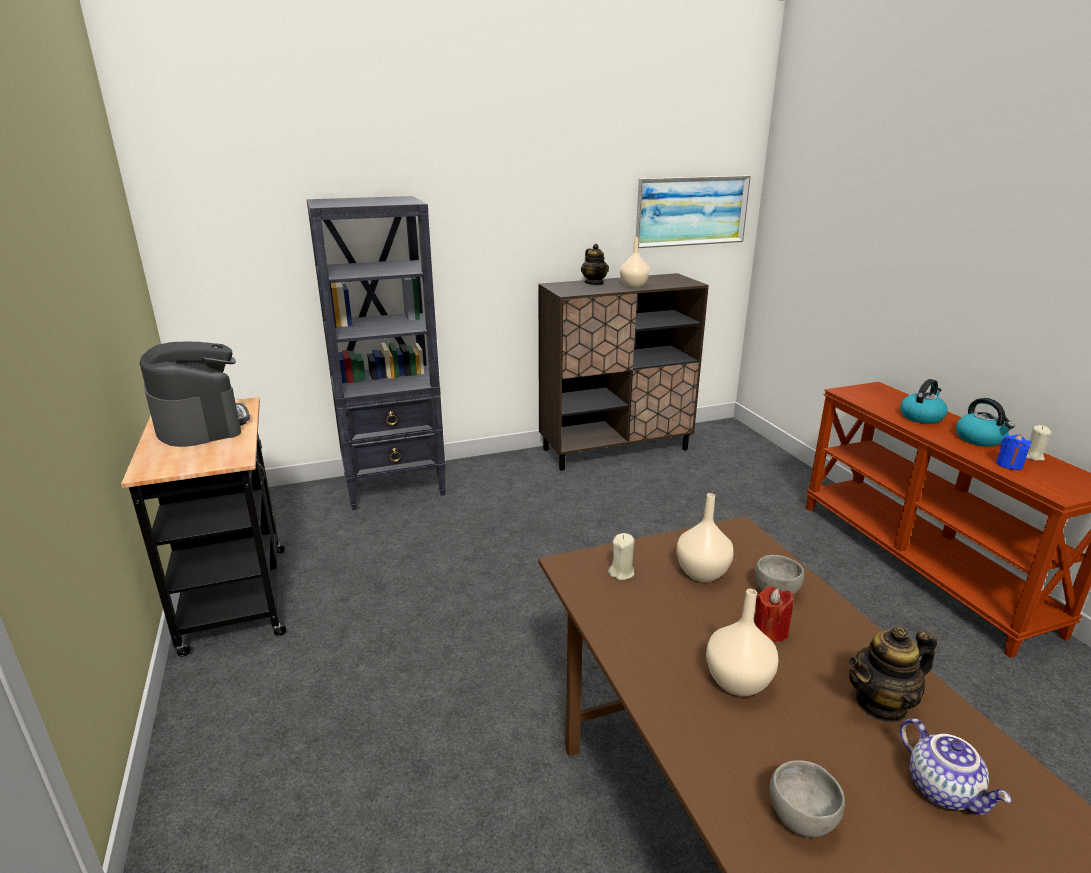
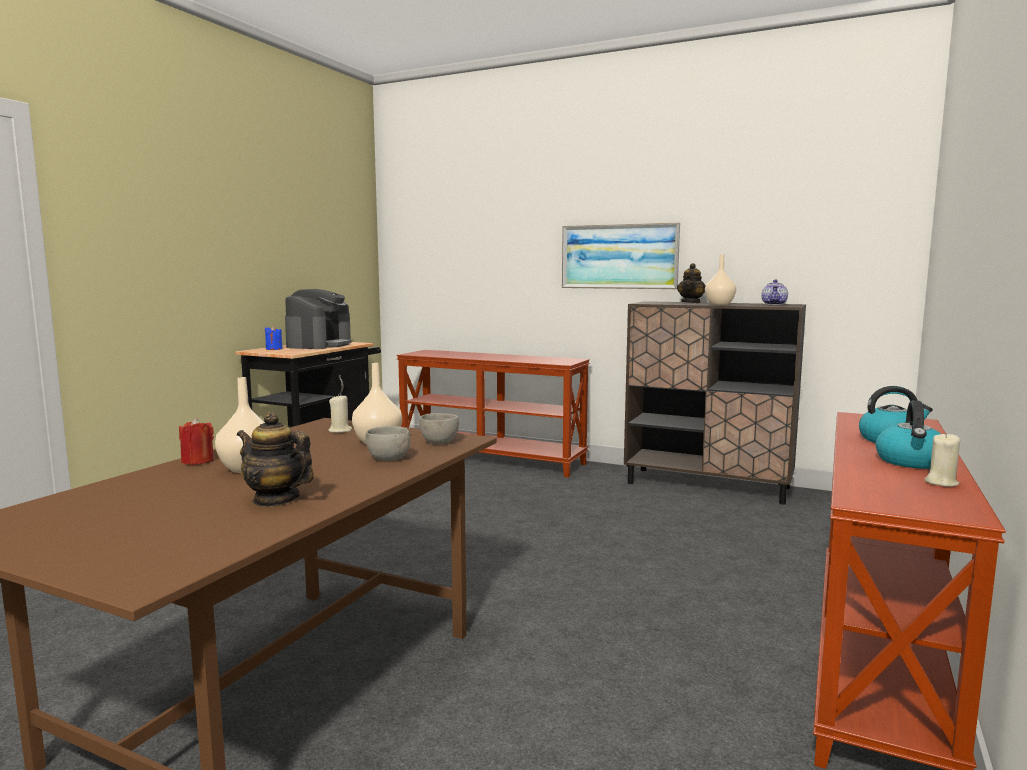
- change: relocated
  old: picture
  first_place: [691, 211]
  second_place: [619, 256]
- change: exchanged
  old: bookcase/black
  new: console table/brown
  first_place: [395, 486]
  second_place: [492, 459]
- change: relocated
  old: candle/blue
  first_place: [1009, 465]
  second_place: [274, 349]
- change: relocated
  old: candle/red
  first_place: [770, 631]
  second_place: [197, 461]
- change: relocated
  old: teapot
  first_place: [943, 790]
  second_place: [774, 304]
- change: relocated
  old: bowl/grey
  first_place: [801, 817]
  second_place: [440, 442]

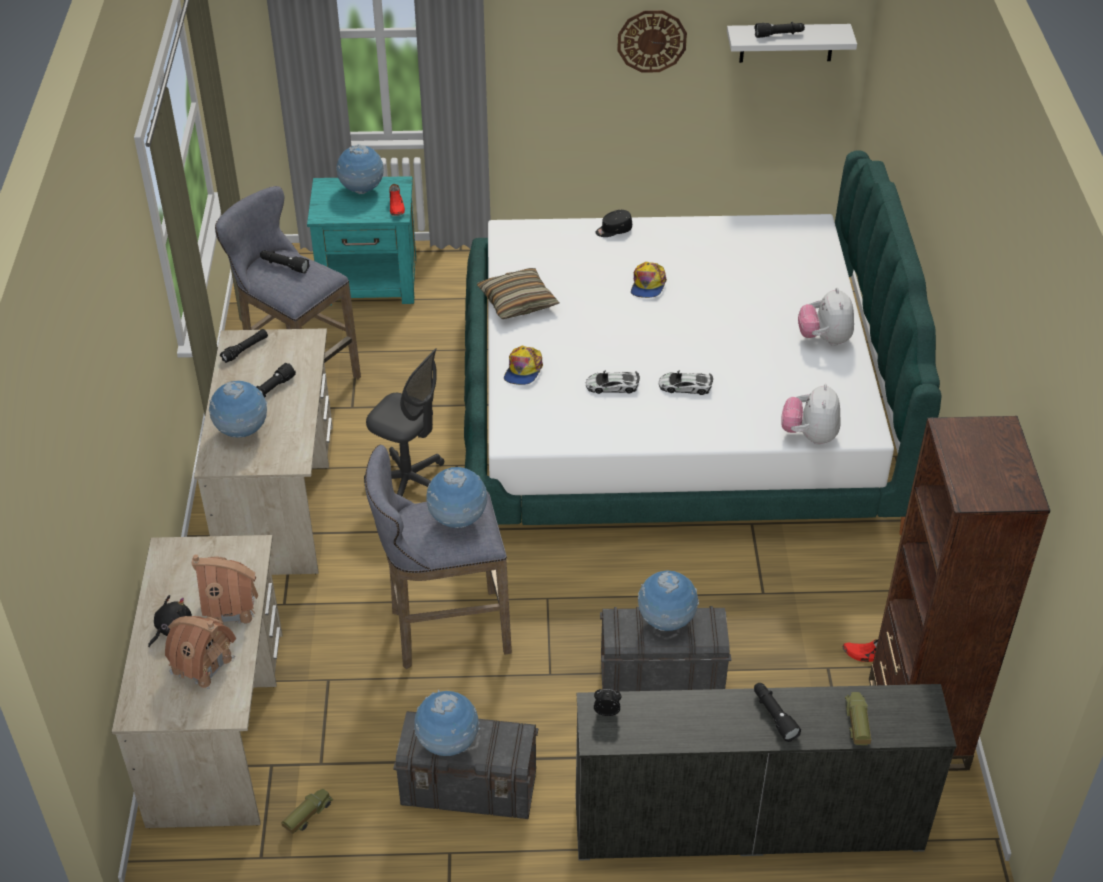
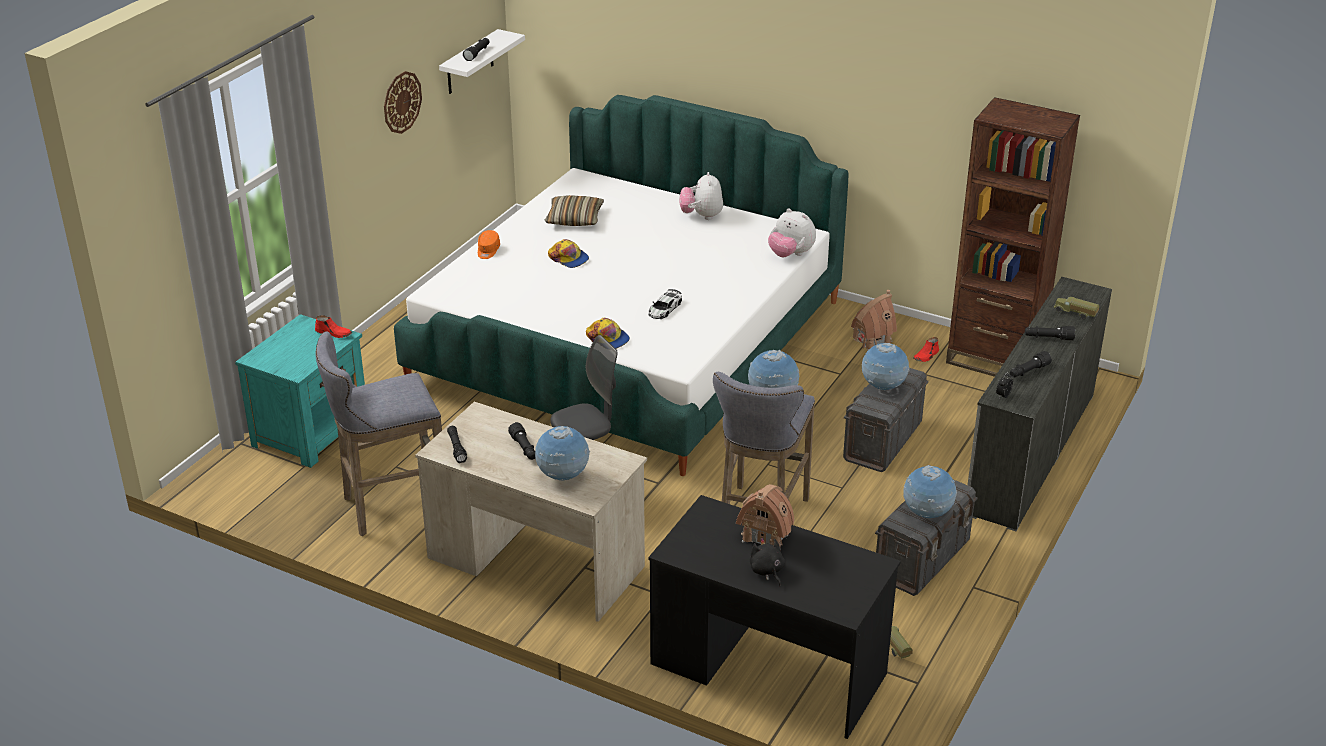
- change: missing
  old: globe
  first_place: [362, 190]
- change: colour
  old: cap/black
  new: cap/orange
  first_place: [613, 230]
  second_place: [488, 251]
- change: relocated
  old: flashlight/black
  first_place: [284, 266]
  second_place: [1028, 371]
- change: relocated
  old: pillow
  first_place: [517, 302]
  second_place: [574, 218]
- change: spun
  old: plush toy
  first_place: [824, 339]
  second_place: [701, 216]
  degrees: 60
- change: missing
  old: toy car
  first_place: [685, 386]
- change: colour
  old: desk/beige
  new: desk/black
  first_place: [218, 726]
  second_place: [768, 669]
- change: relocated
  old: toy house
  first_place: [202, 665]
  second_place: [871, 339]

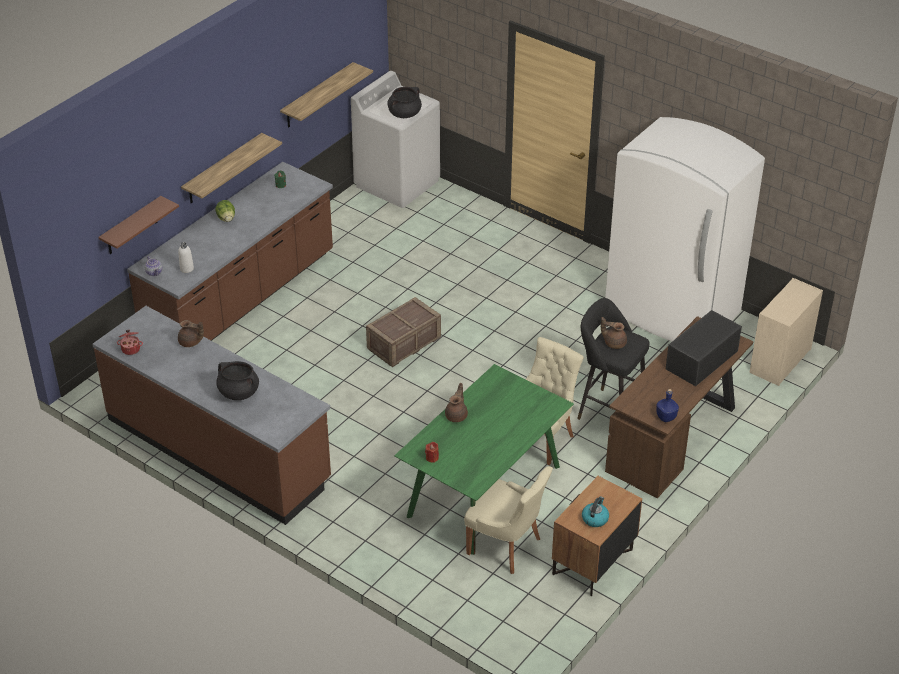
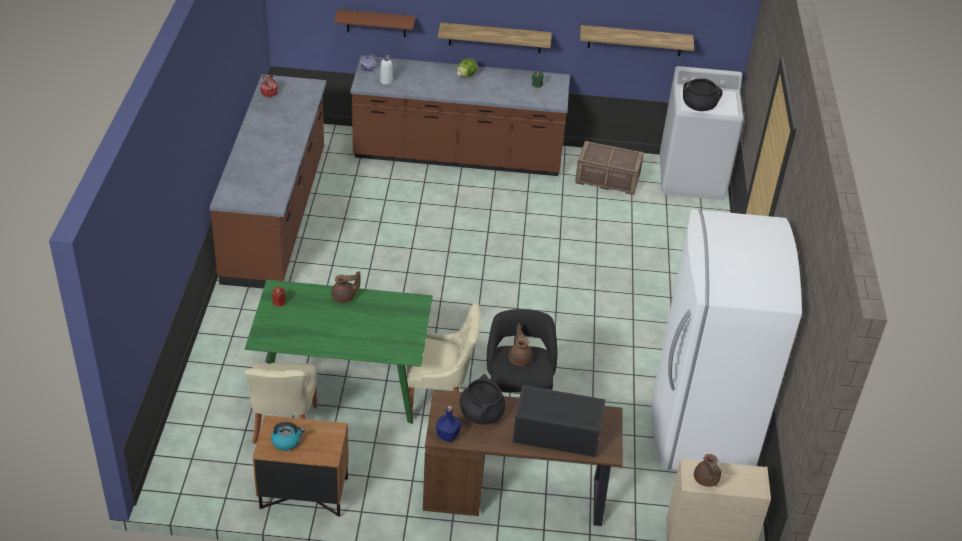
- change: relocated
  old: crate
  first_place: [404, 343]
  second_place: [608, 179]
- change: relocated
  old: teapot/brown
  first_place: [190, 343]
  second_place: [706, 480]
- change: relocated
  old: cooking pot/black
  first_place: [238, 392]
  second_place: [481, 414]

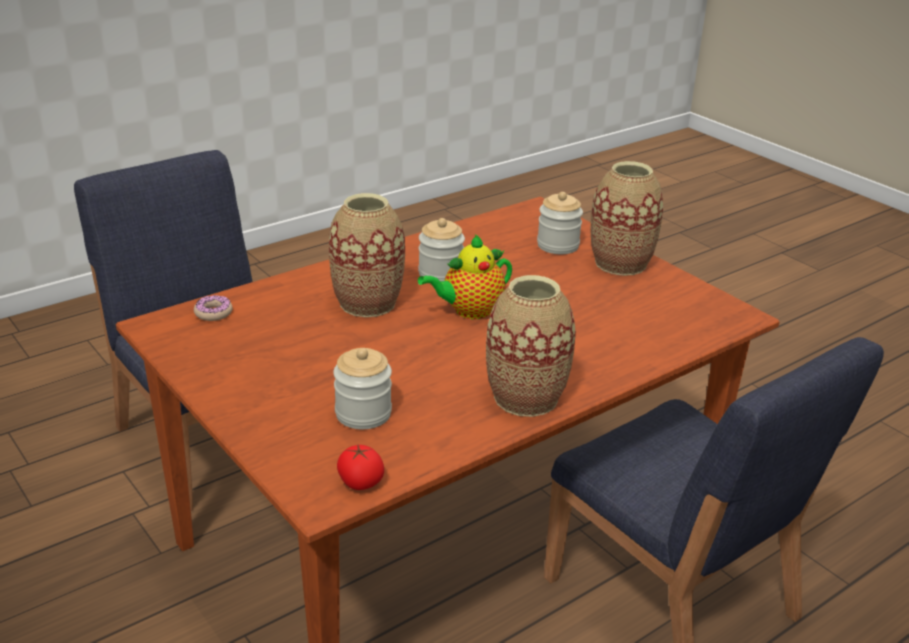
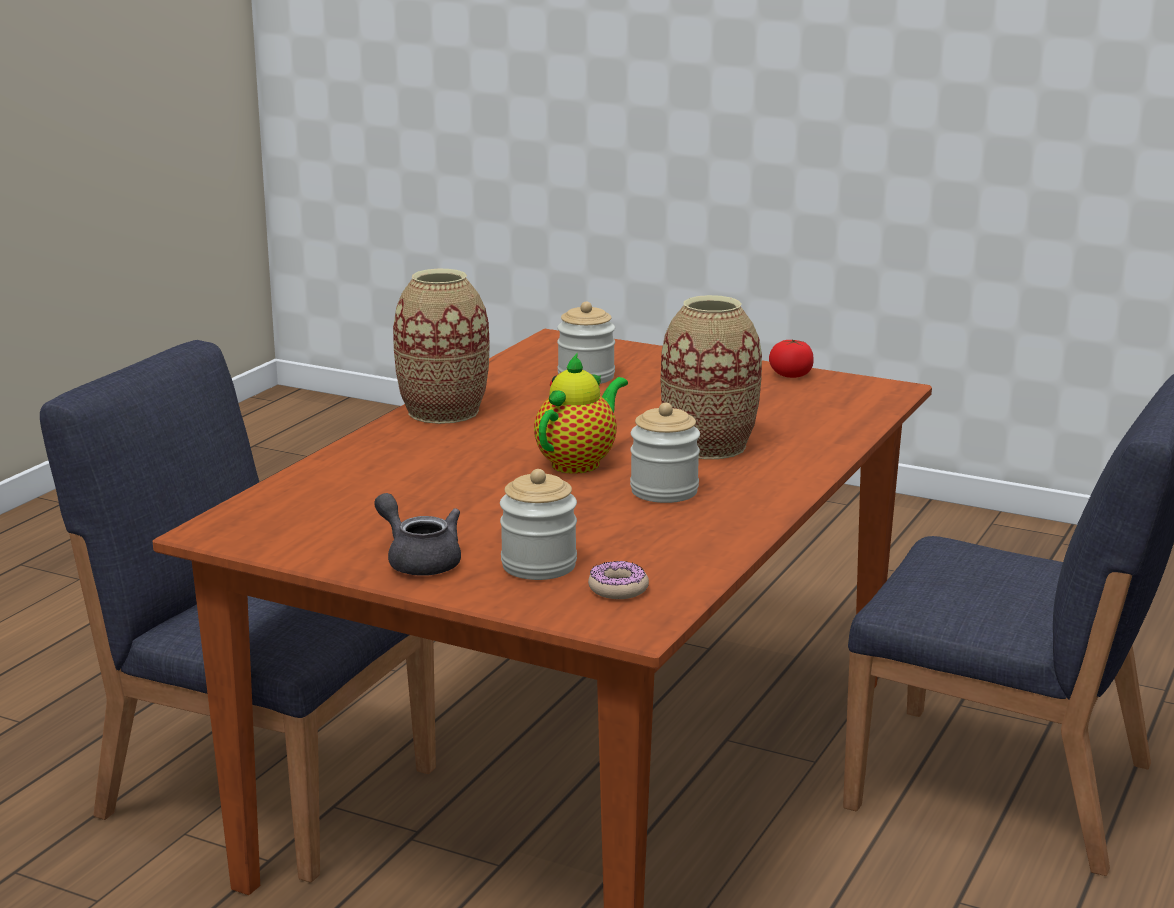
- change: exchanged
  old: vase
  new: teapot/grey
  first_place: [620, 263]
  second_place: [419, 561]
- change: relocated
  old: donut
  first_place: [213, 313]
  second_place: [618, 589]
- change: relocated
  old: tomato
  first_place: [360, 482]
  second_place: [791, 375]

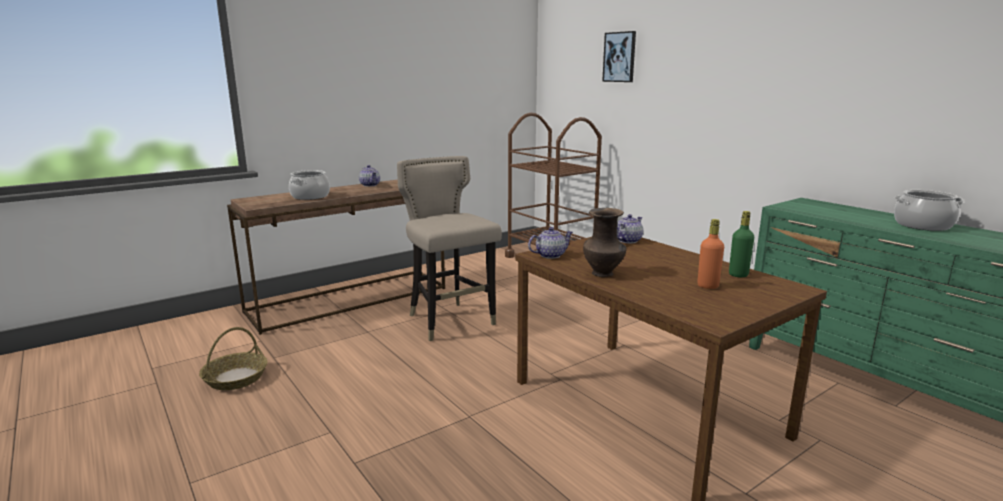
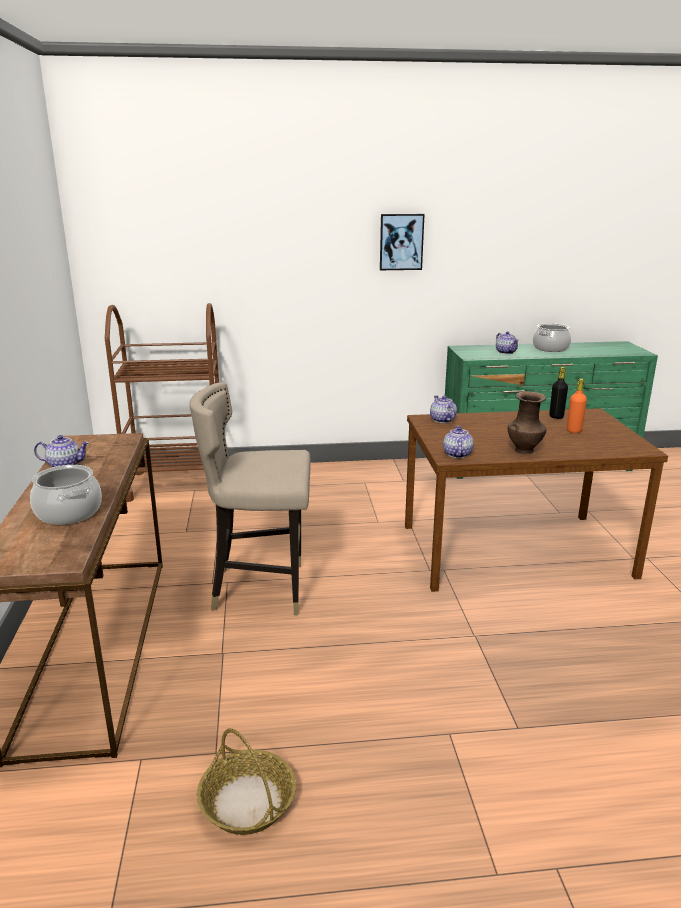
- change: relocated
  old: picture
  first_place: [619, 57]
  second_place: [401, 242]
- change: colour
  old: bottle/green
  new: bottle/black
  first_place: [738, 275]
  second_place: [556, 416]
- change: appeared
  new: teapot
  second_place: [506, 352]

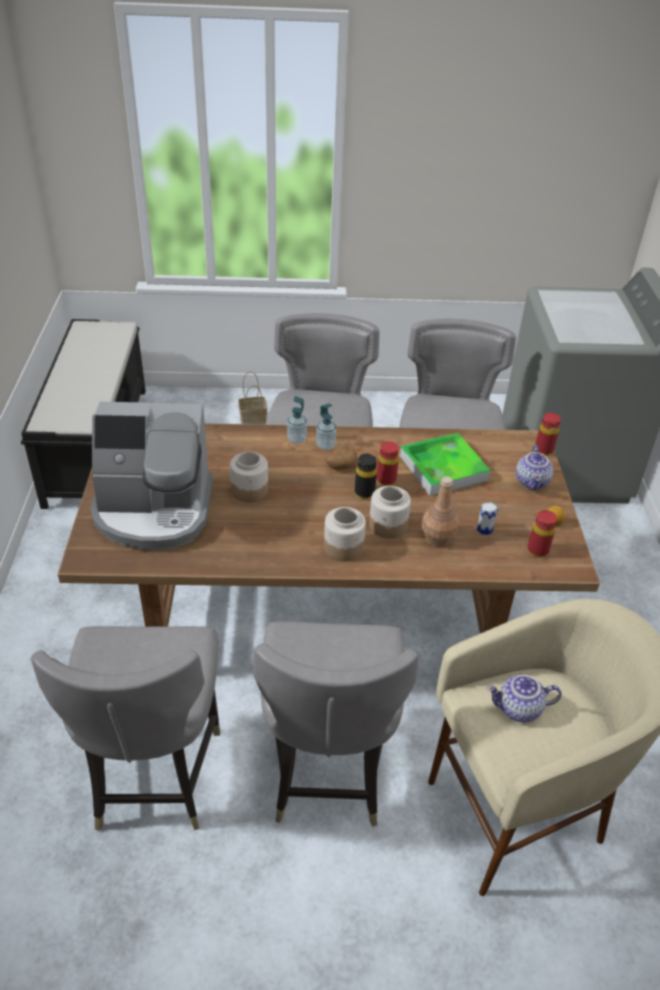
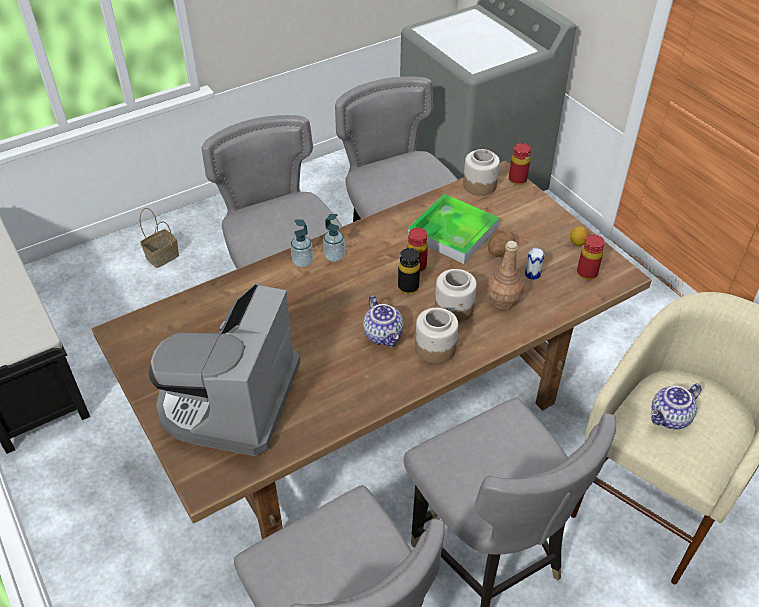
- change: spun
  old: coffee machine
  first_place: [154, 511]
  second_place: [230, 400]
  degrees: 135
- change: relocated
  old: teapot
  first_place: [532, 482]
  second_place: [384, 335]
- change: relocated
  old: potato
  first_place: [340, 466]
  second_place: [499, 251]
- change: relocated
  old: jar
  first_place: [250, 490]
  second_place: [479, 185]

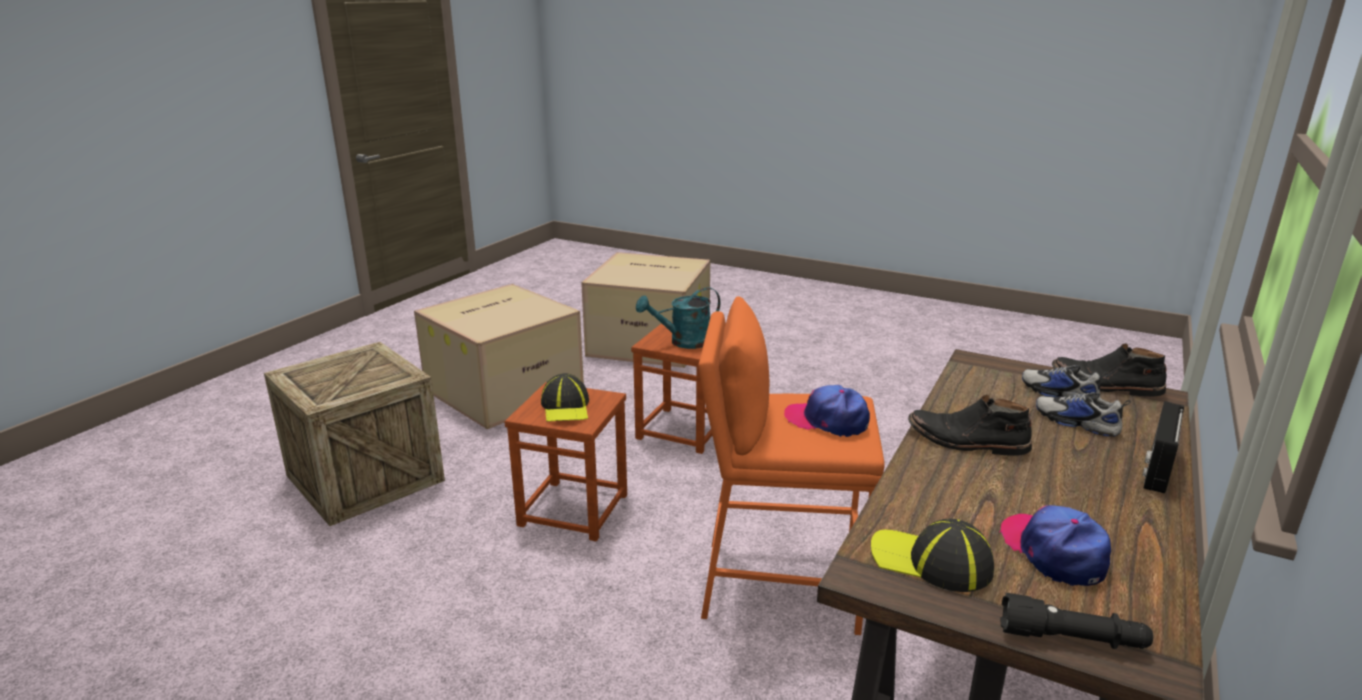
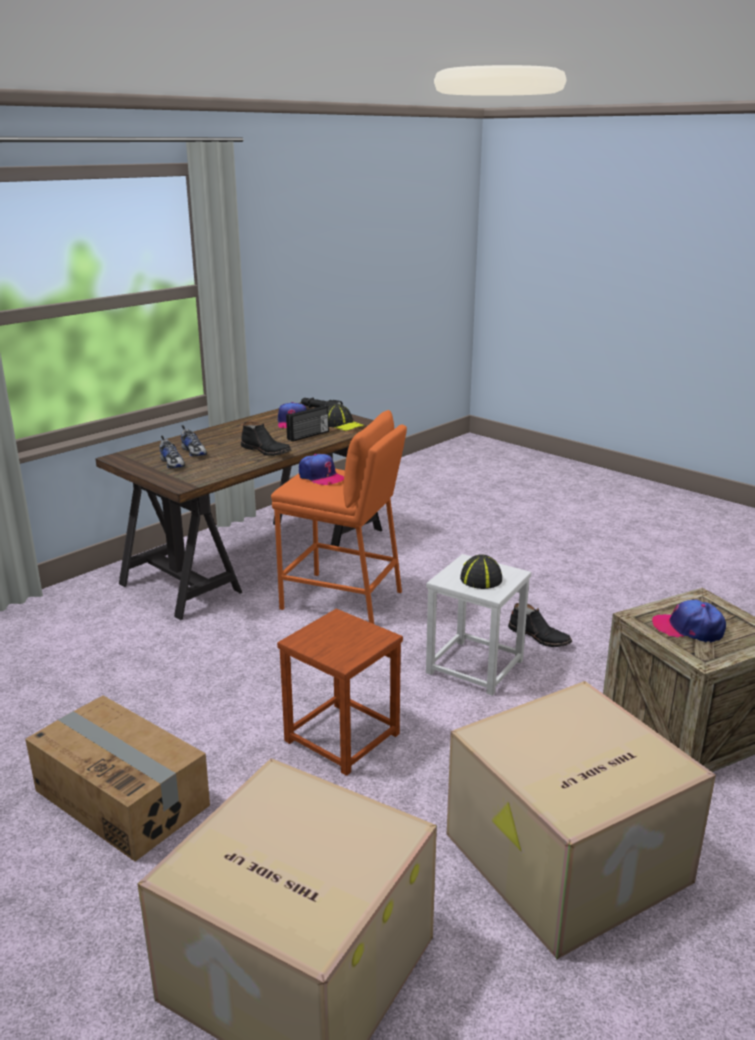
- change: missing
  old: watering can/turquoise
  first_place: [683, 342]
- change: relocated
  old: boot/black
  first_place: [1105, 385]
  second_place: [539, 637]
- change: colour
  old: stool/brown
  new: stool/white
  first_place: [574, 509]
  second_place: [474, 667]
- change: relocated
  old: radio
  first_place: [1155, 468]
  second_place: [308, 435]
- change: appeared
  new: cap
  second_place: [688, 628]
- change: appeared
  new: cardboard box
  second_place: [123, 797]

